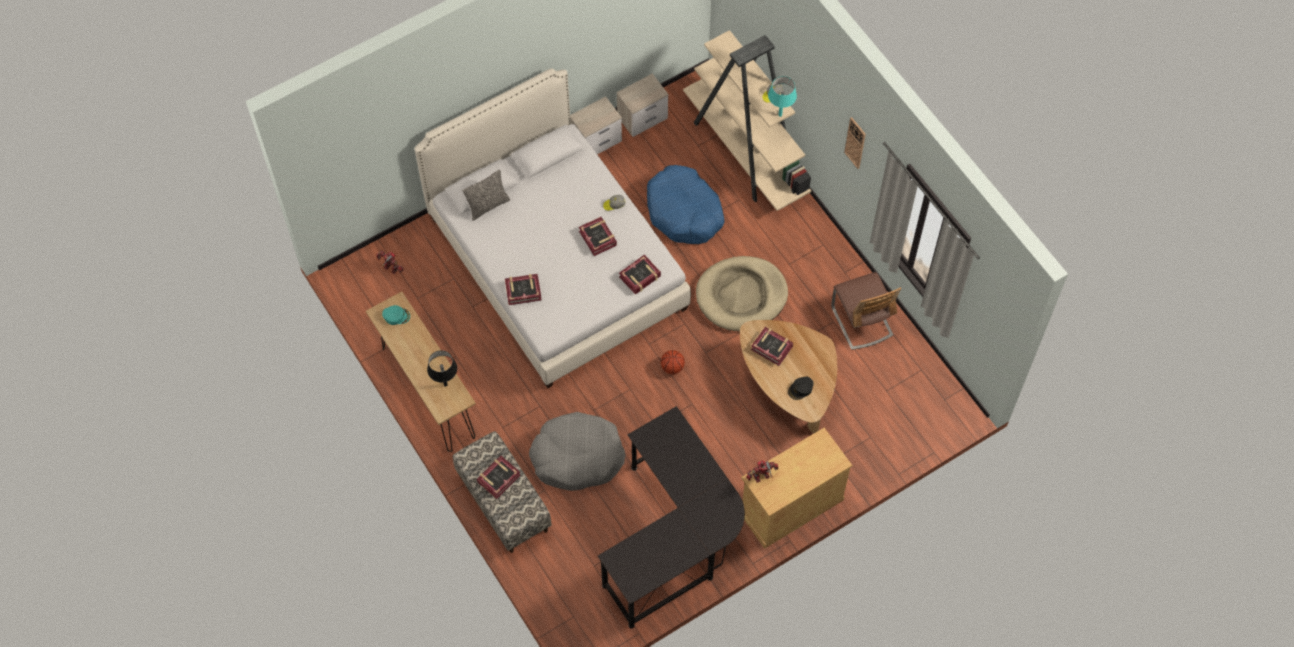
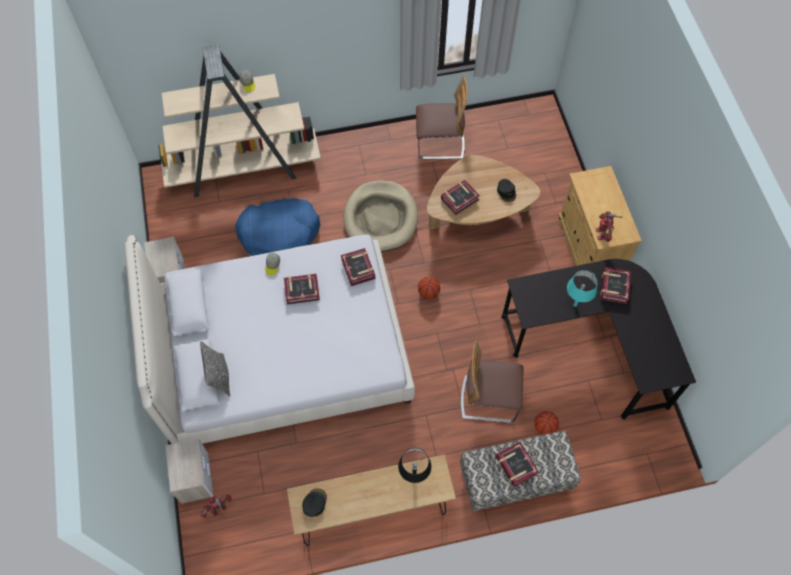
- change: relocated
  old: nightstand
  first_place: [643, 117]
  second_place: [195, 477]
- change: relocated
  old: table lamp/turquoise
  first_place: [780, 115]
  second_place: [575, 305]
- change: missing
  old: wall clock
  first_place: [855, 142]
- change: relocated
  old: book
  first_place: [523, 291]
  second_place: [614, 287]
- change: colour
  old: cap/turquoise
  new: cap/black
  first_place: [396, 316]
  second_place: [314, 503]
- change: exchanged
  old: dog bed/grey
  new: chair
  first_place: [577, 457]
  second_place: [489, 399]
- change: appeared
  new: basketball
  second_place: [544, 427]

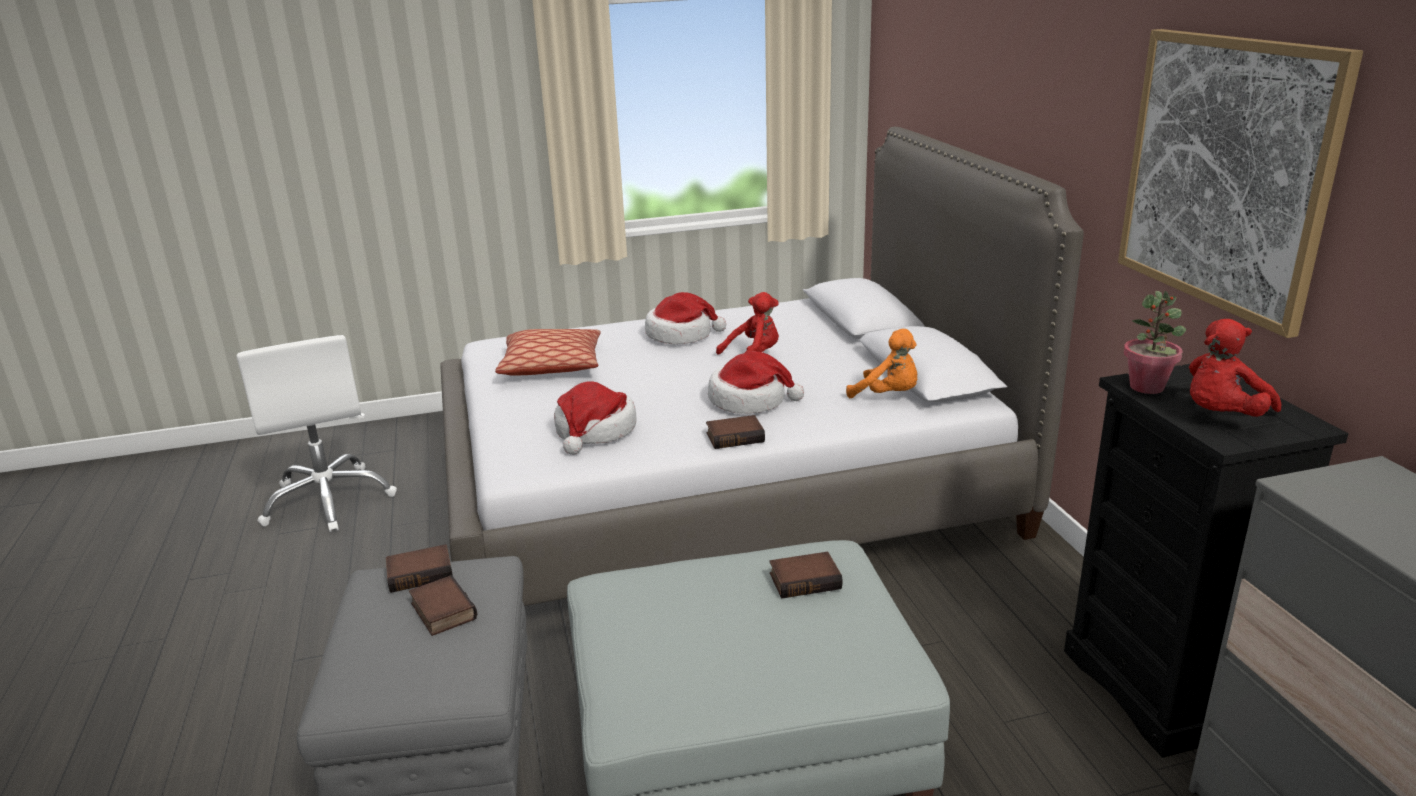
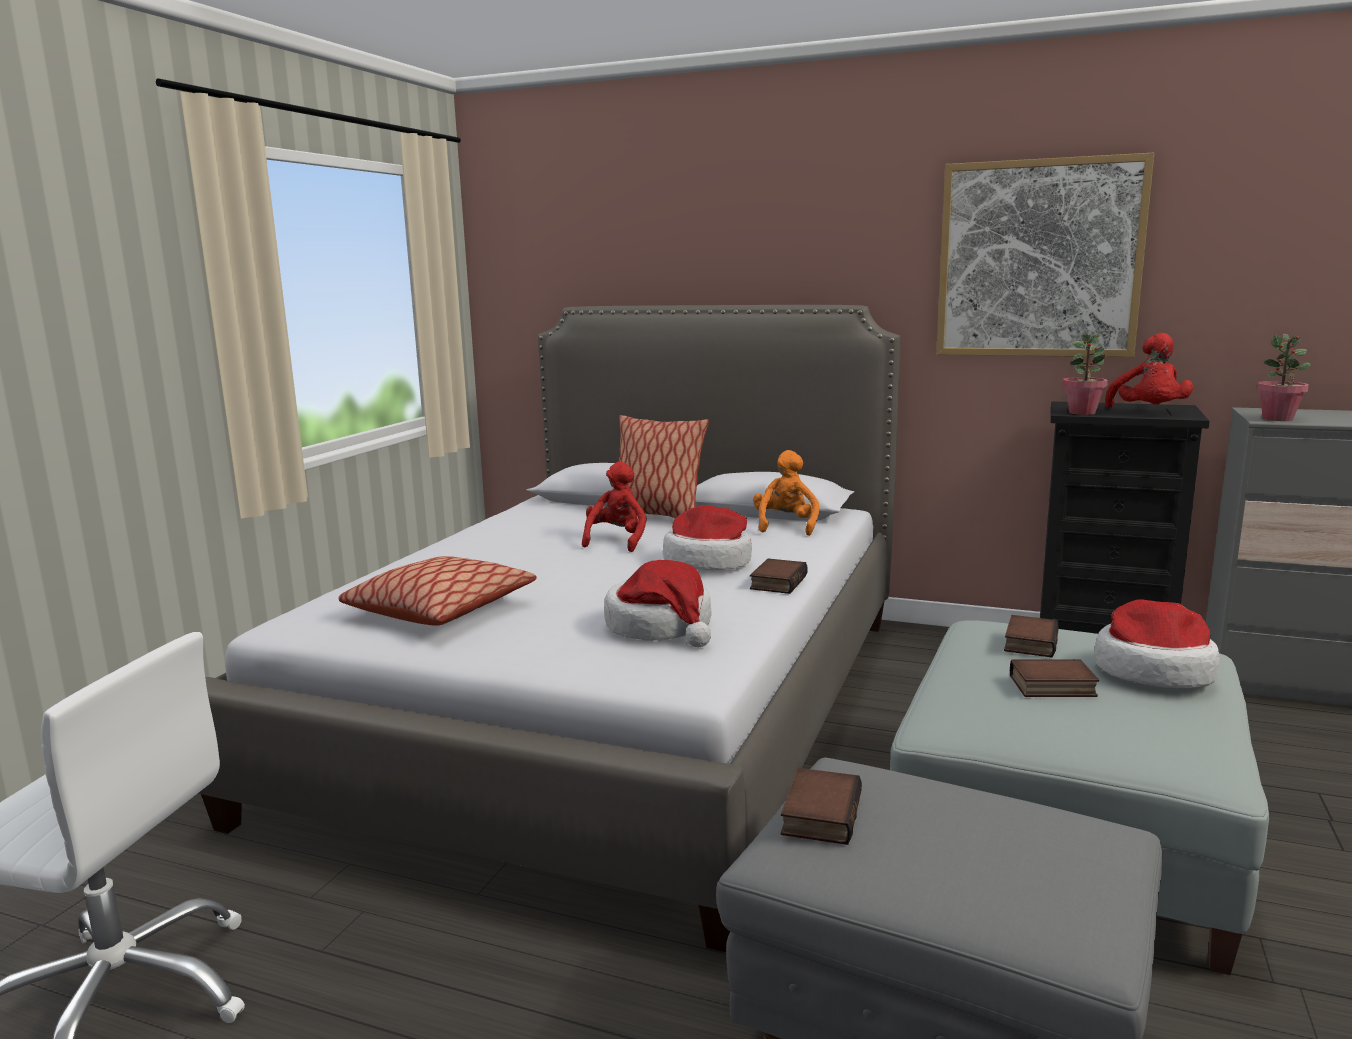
- change: relocated
  old: hat
  first_place: [681, 335]
  second_place: [1152, 671]
- change: spun
  old: plush toy/orange
  first_place: [888, 395]
  second_place: [785, 526]
  degrees: -60
- change: relocated
  old: book
  first_place: [441, 611]
  second_place: [1052, 687]
- change: appeared
  new: potted plant
  second_place: [1278, 419]
- change: appeared
  new: pillow
  second_place: [656, 516]

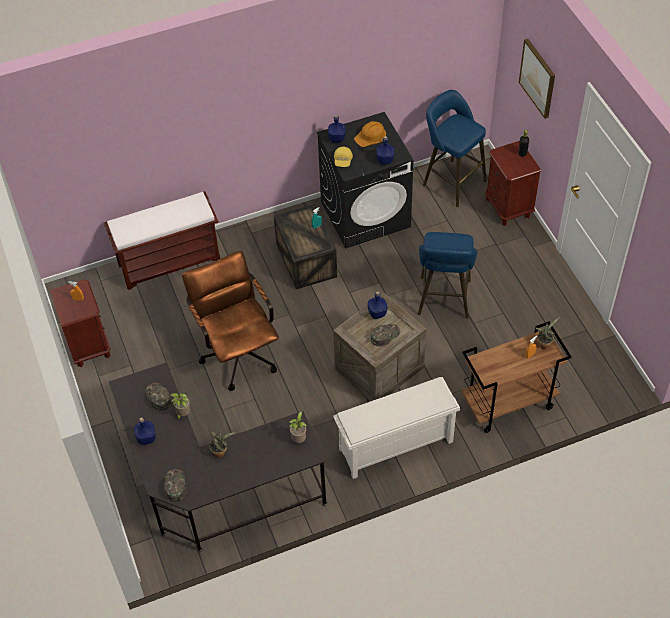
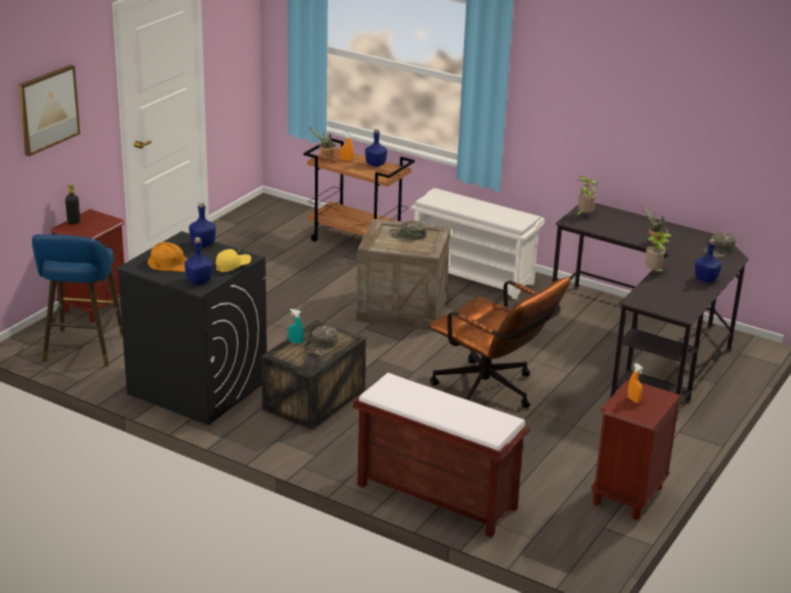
- change: missing
  old: stool/blue
  first_place: [444, 300]
- change: spun
  old: office chair/brown
  first_place: [237, 351]
  second_place: [492, 392]
  degrees: -75
- change: relocated
  old: bottle/blue
  first_place: [377, 314]
  second_place: [376, 164]
- change: relocated
  old: cap/green
  first_place: [158, 397]
  second_place: [322, 345]

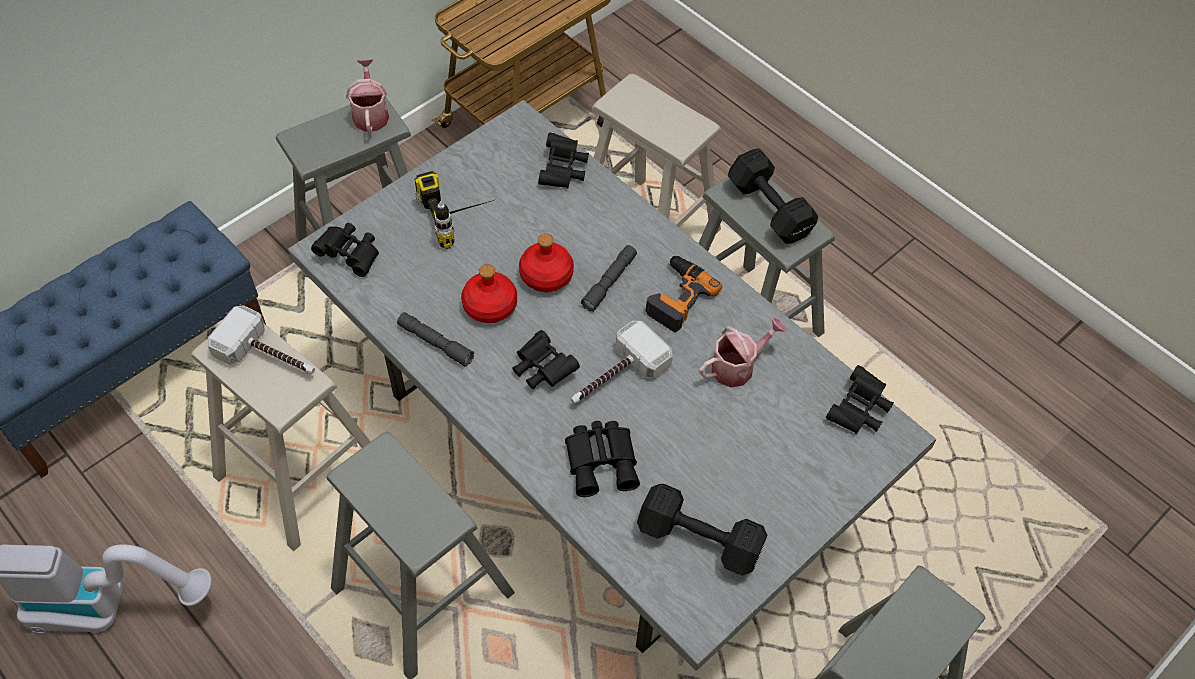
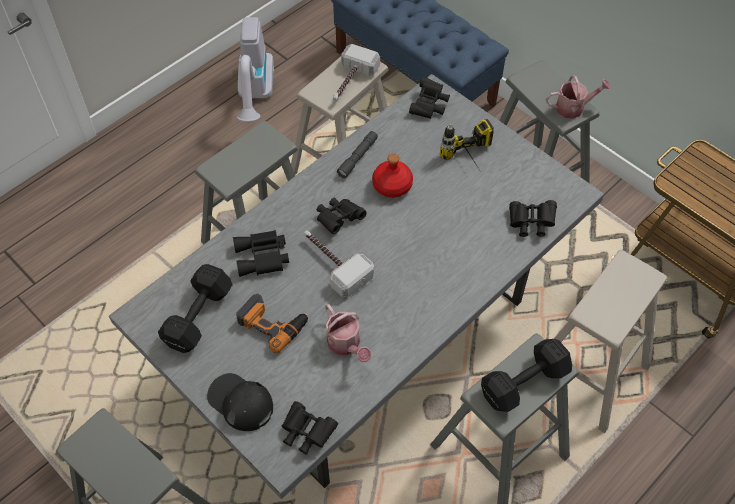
- change: missing
  old: bottle/red
  first_place: [546, 276]
- change: missing
  old: flashlight/grey
  first_place: [609, 282]
- change: relocated
  old: power drill
  first_place: [676, 296]
  second_place: [273, 323]
- change: appeared
  new: cap/black
  second_place: [240, 402]

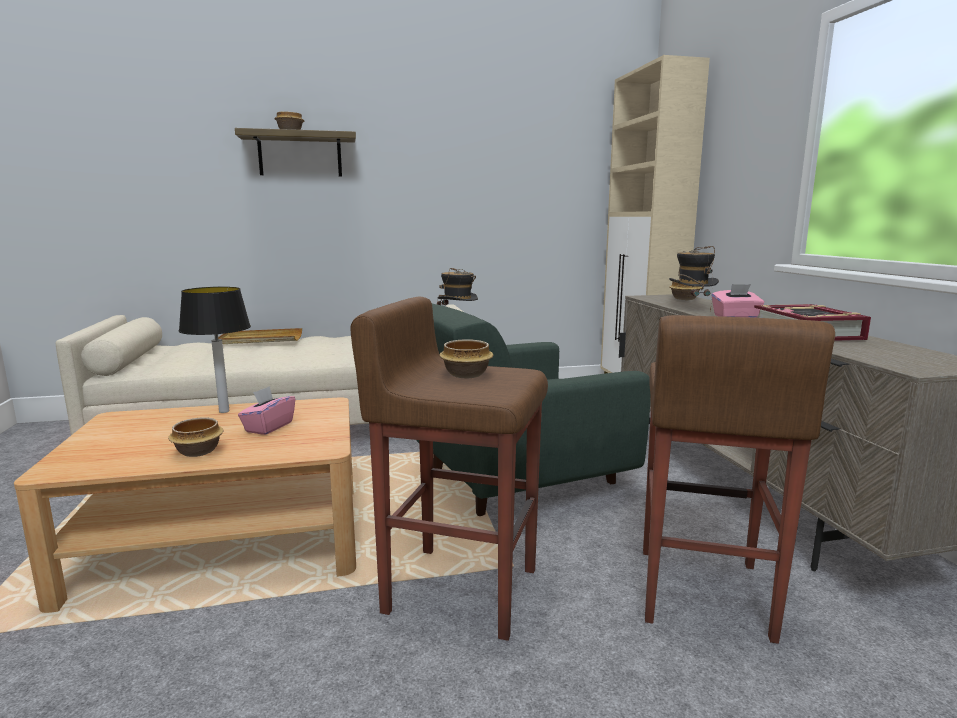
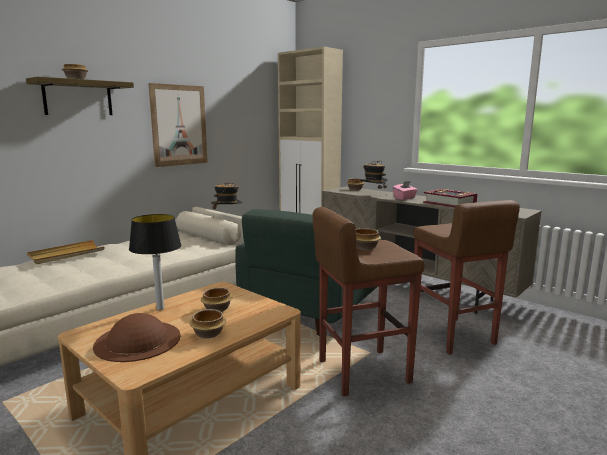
- change: exchanged
  old: tissue box/pink
  new: bowl
  first_place: [268, 427]
  second_place: [217, 309]
- change: appeared
  new: picture
  second_place: [179, 125]
- change: appeared
  new: hat/brown
  second_place: [137, 340]

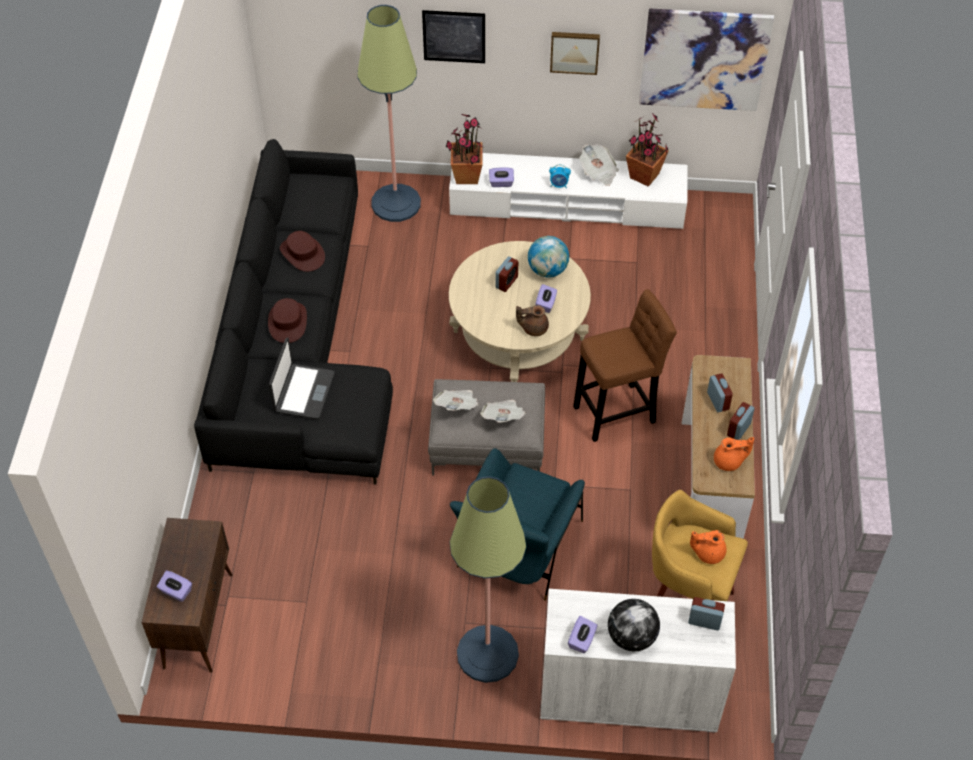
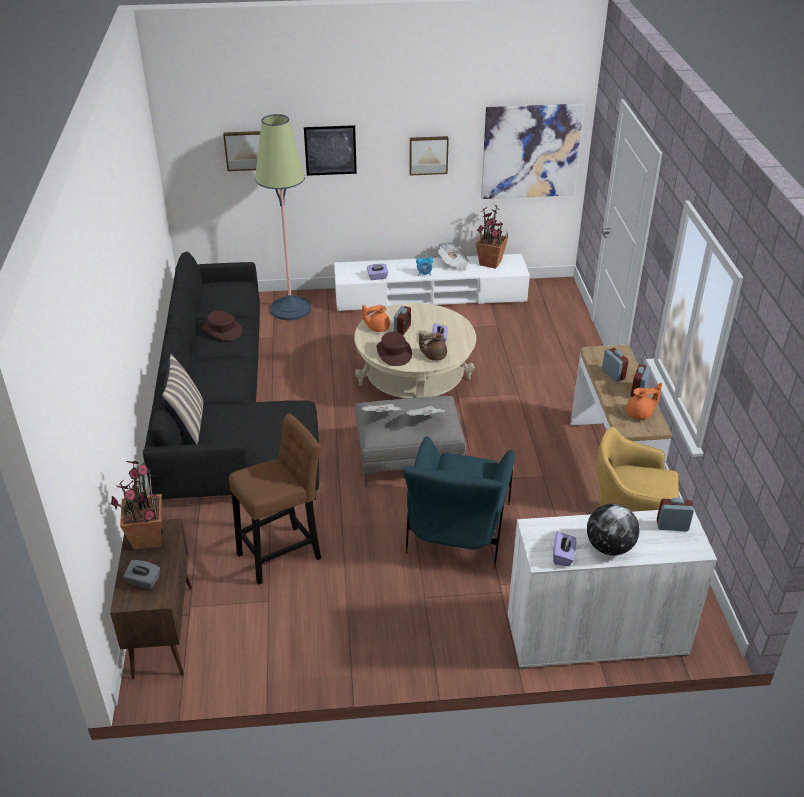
- change: relocated
  old: potted plant
  first_place: [466, 176]
  second_place: [147, 538]
- change: missing
  old: globe
  first_place: [547, 270]
- change: relocated
  old: stool/brown
  first_place: [618, 412]
  second_place: [283, 553]
- change: relocated
  old: hat/brown
  first_place: [287, 322]
  second_place: [394, 352]
- change: missing
  old: laptop
  first_place: [303, 392]
- change: missing
  old: floor lamp
  first_place: [487, 654]
- change: relocated
  old: teapot/orange
  first_place: [708, 553]
  second_place: [377, 328]
- change: colour
  old: tissue box/purple
  new: tissue box/grey
  first_place: [176, 592]
  second_place: [143, 581]
- change: appeared
  new: picture
  second_place: [245, 150]
- change: appeared
  new: pillow
  second_place: [188, 423]

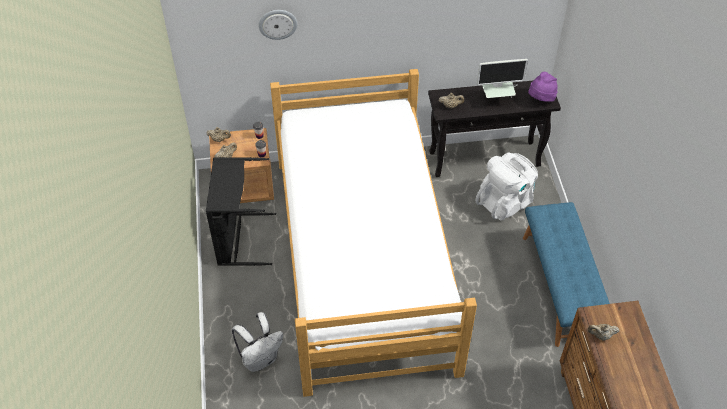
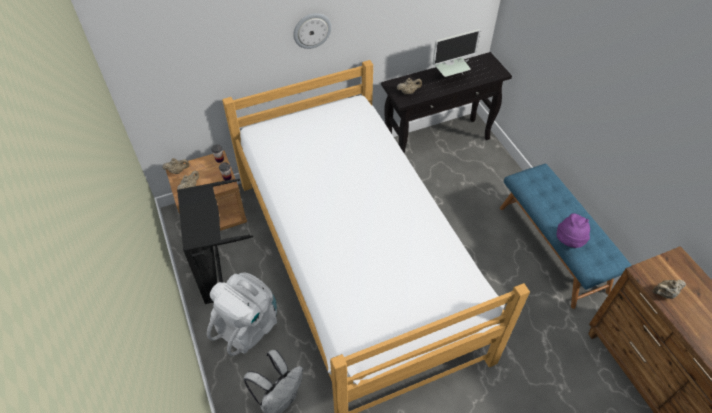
- change: relocated
  old: wall clock
  first_place: [277, 23]
  second_place: [312, 30]
- change: relocated
  old: hat/purple
  first_place: [541, 98]
  second_place: [569, 241]
- change: relocated
  old: backpack/white
  first_place: [505, 201]
  second_place: [248, 326]

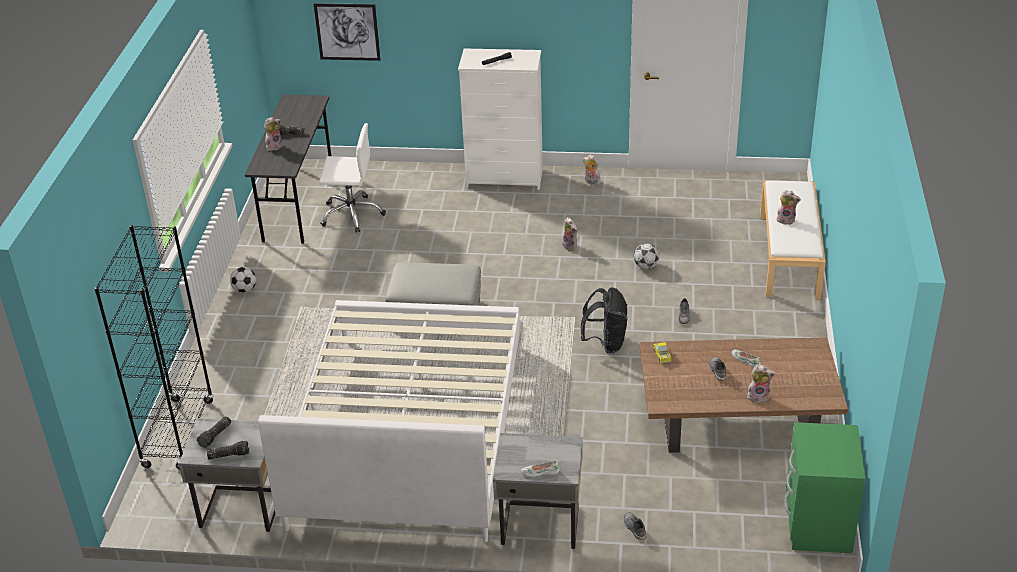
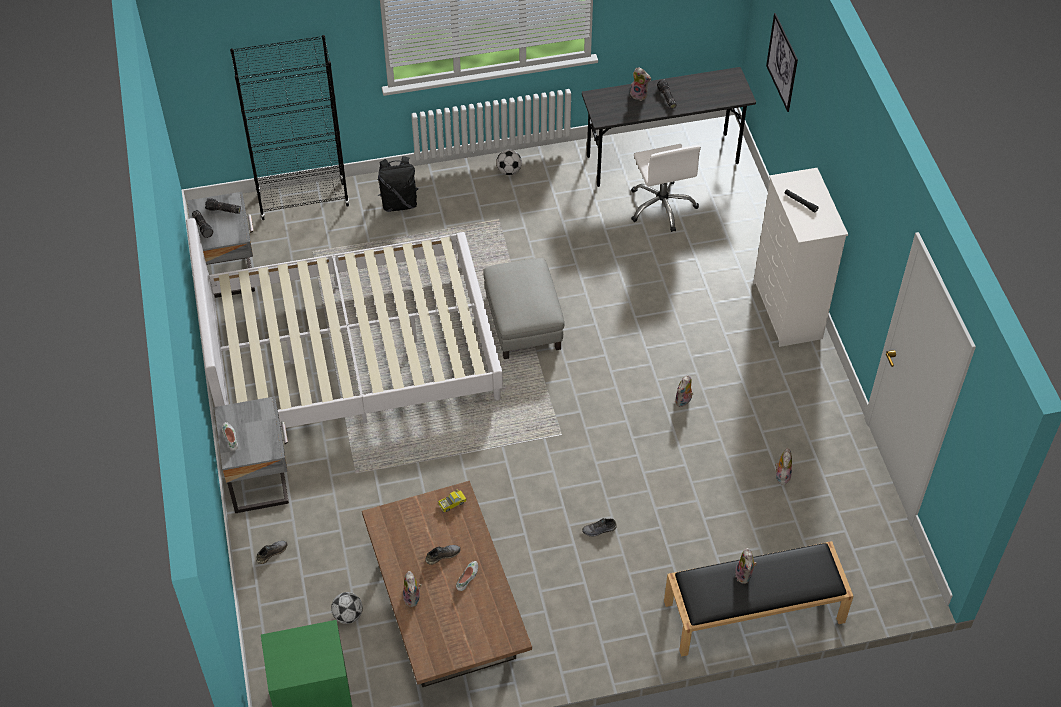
- change: relocated
  old: plush toy
  first_place: [591, 182]
  second_place: [781, 475]
- change: colour
  old: bench/white
  new: bench/black
  first_place: [789, 256]
  second_place: [753, 612]
- change: relocated
  old: football
  first_place: [646, 266]
  second_place: [348, 615]
- change: relocated
  old: backpack/black
  first_place: [606, 343]
  second_place: [399, 203]

